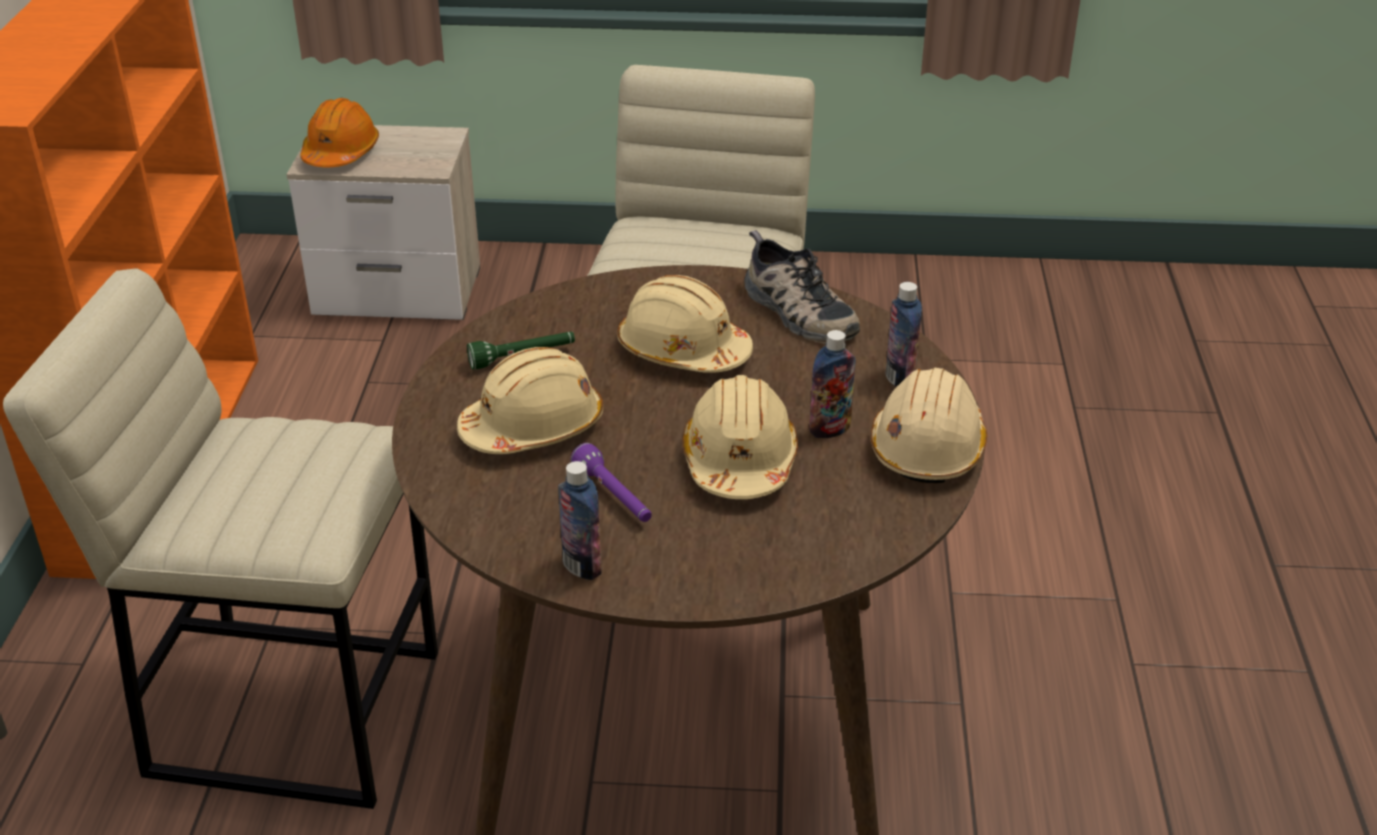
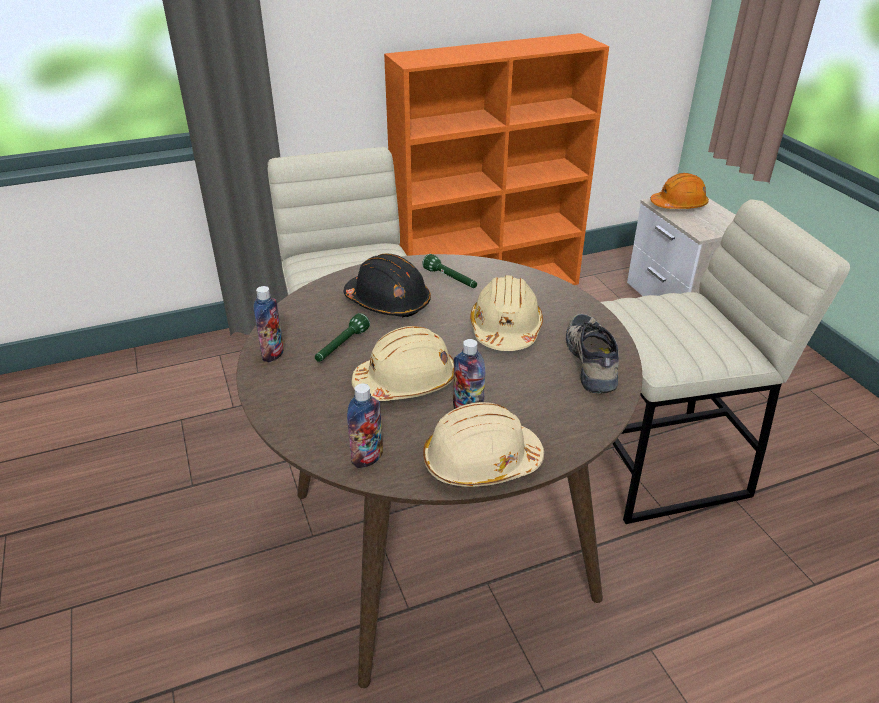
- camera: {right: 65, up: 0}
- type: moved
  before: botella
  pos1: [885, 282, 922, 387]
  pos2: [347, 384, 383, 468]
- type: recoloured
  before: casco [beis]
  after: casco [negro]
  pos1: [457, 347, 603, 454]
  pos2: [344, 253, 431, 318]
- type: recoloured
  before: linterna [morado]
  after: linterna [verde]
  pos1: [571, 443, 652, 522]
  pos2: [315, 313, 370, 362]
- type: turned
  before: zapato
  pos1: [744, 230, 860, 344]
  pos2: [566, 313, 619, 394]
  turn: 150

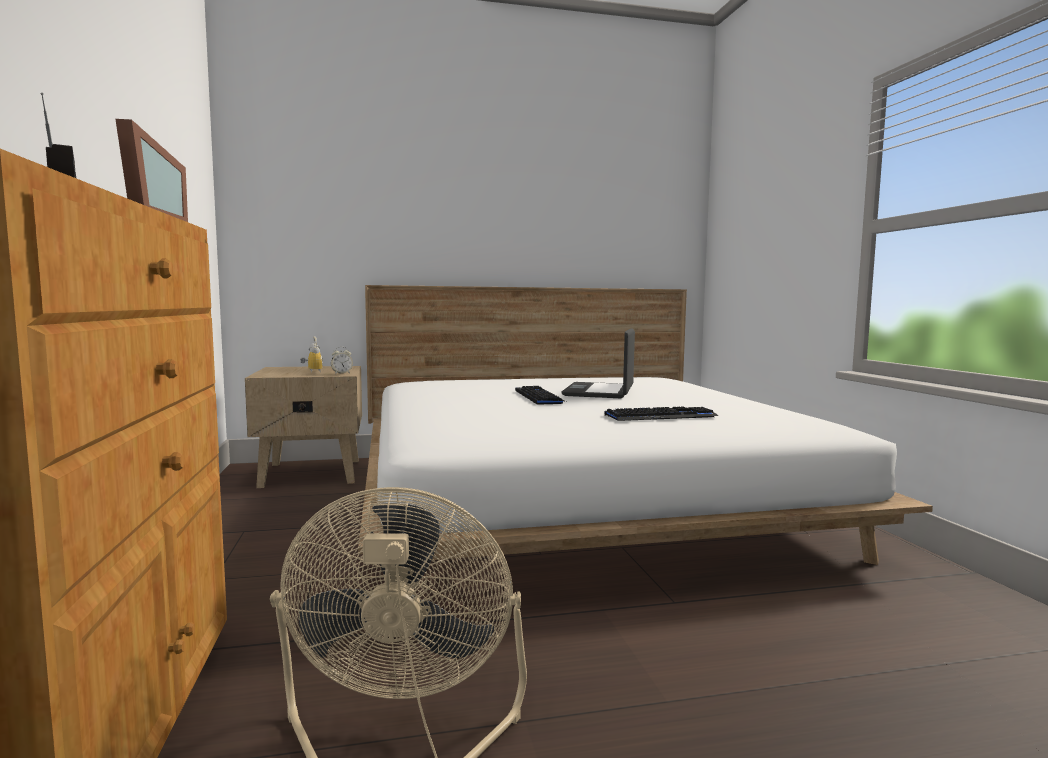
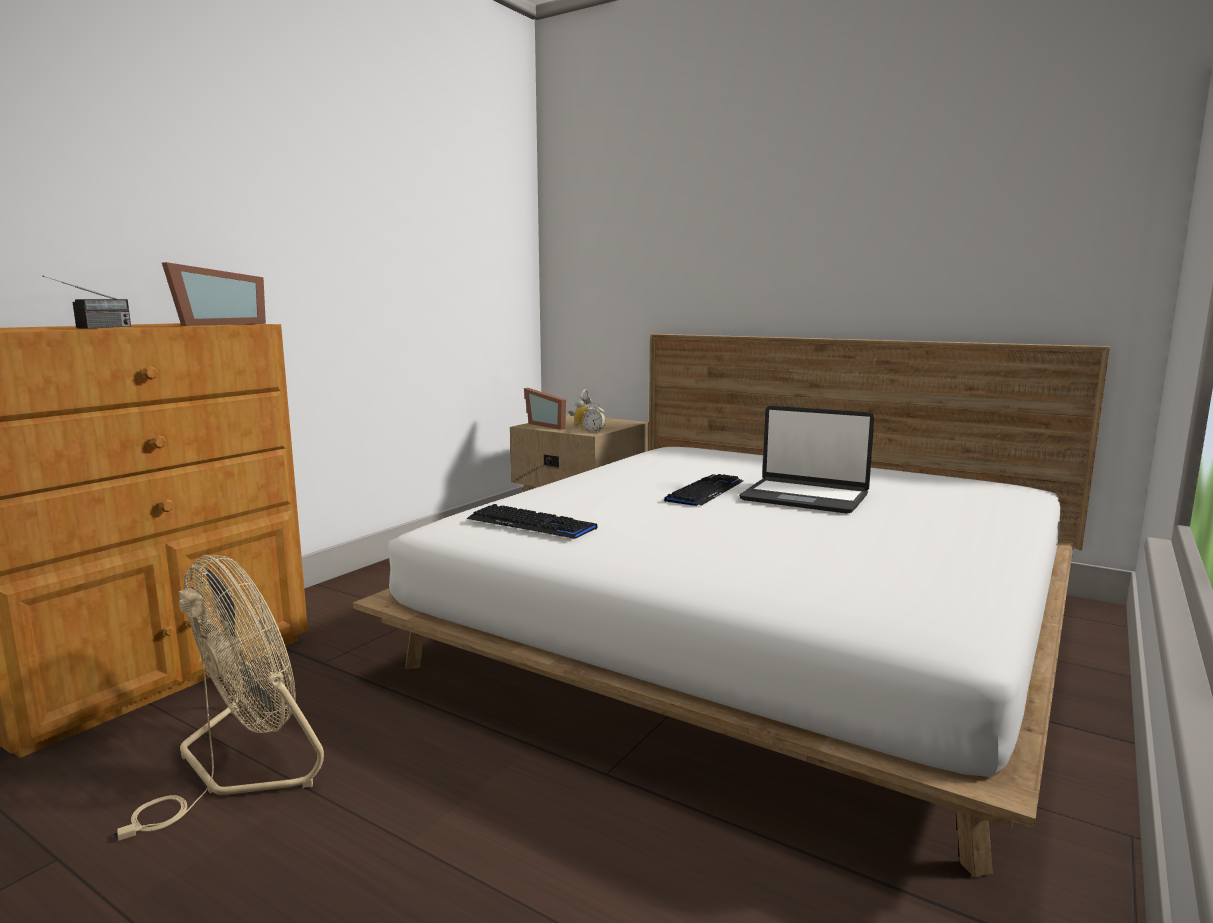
- camera: {right: 45, up: 5}
- type: added
  after: portarretratos
  pos2: [524, 388, 566, 430]
- type: moved
  before: teclado
  pos1: [604, 406, 718, 421]
  pos2: [467, 504, 597, 539]
- type: turned
  before: portátil
  pos1: [561, 328, 635, 398]
  pos2: [739, 406, 874, 514]
  turn: -120

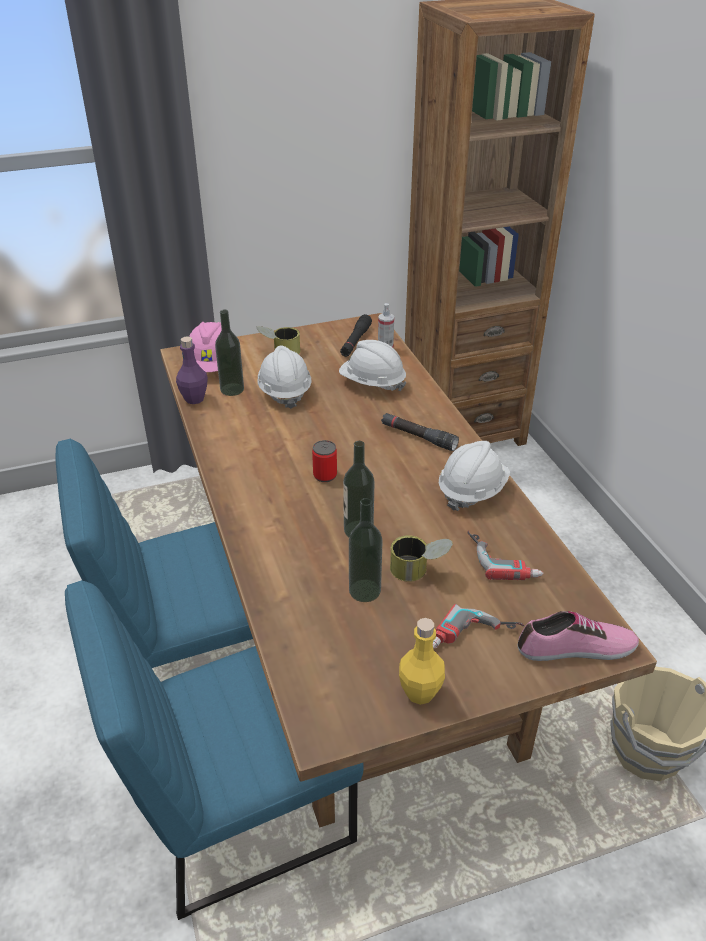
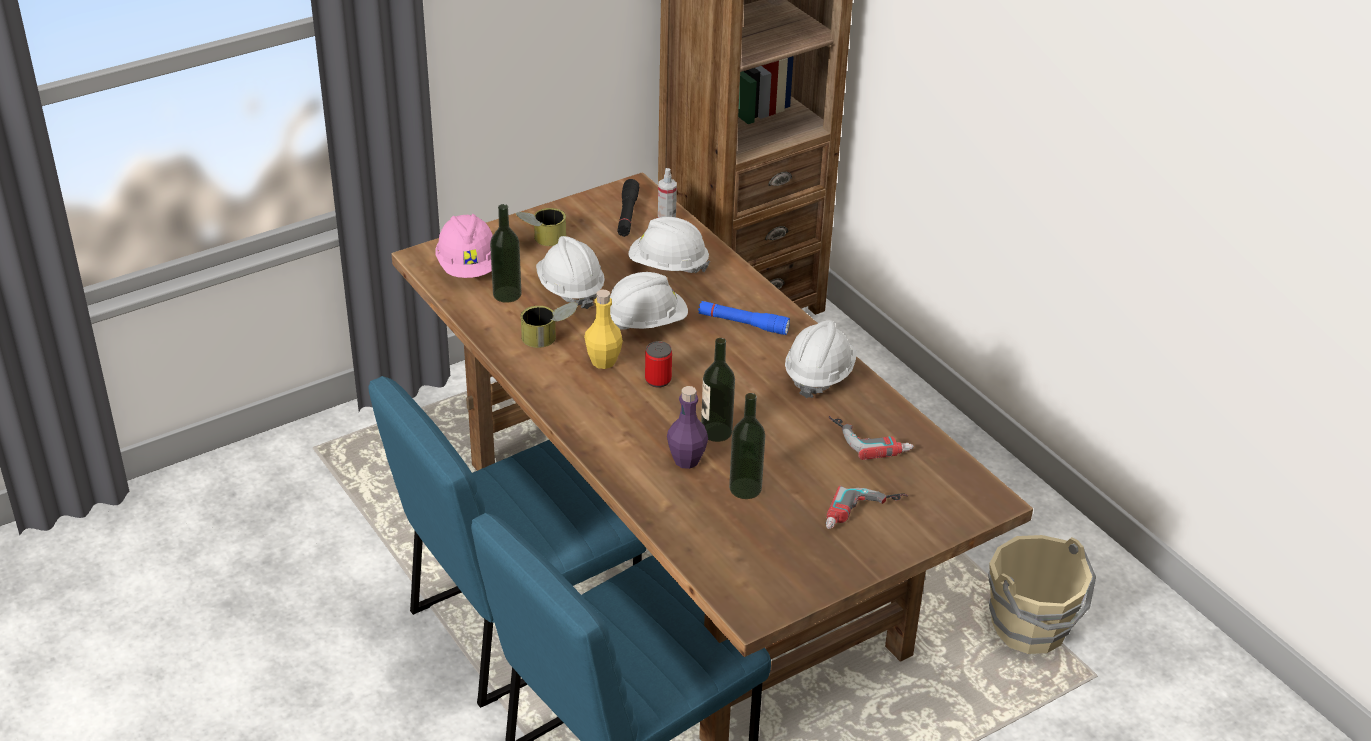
- camera: {right: -15, up: 0}
- type: removed
  before: zapato
  pos1: [518, 611, 639, 661]
- type: added
  after: casco [blanco]
  pos2: [610, 272, 688, 330]
- type: moved
  before: botella [morado]
  pos1: [176, 336, 208, 404]
  pos2: [667, 386, 708, 469]
- type: moved
  before: lata
  pos1: [390, 535, 453, 582]
  pos2: [520, 302, 578, 348]
- type: moved
  before: botella [amarillo]
  pos1: [399, 618, 445, 705]
  pos2: [584, 290, 623, 369]
- type: recoloured
  before: linterna [negro]
  after: linterna [azul]
  pos1: [381, 413, 459, 451]
  pos2: [698, 301, 790, 335]

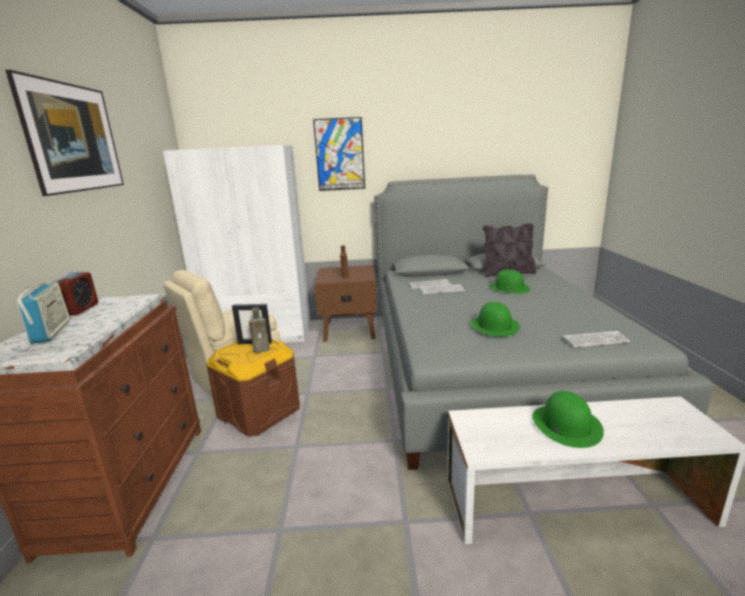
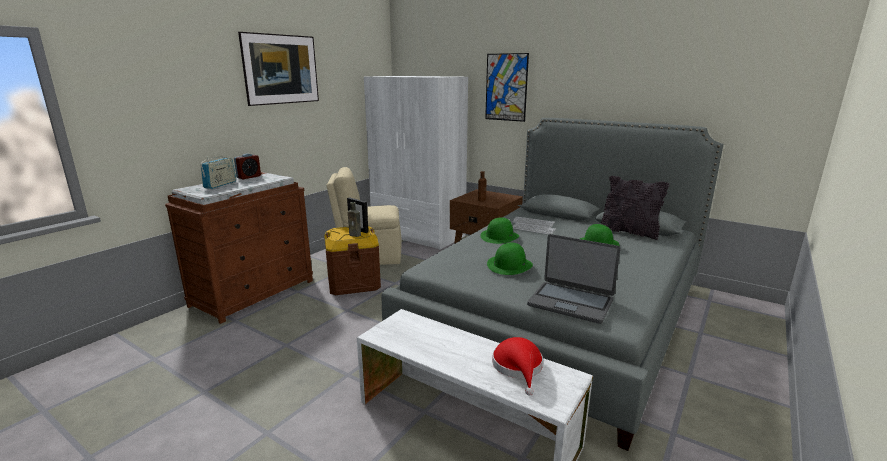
- camera: {right: 35, up: 0}
- type: added
  after: sombrero [rojo]
  pos2: [492, 337, 543, 396]
- type: moved
  before: sombrero [verde]
  pos1: [532, 391, 604, 448]
  pos2: [480, 217, 519, 244]
- type: replaced
  before: teclado
  after: portátil
  pos1: [562, 331, 630, 347]
  pos2: [527, 234, 620, 324]

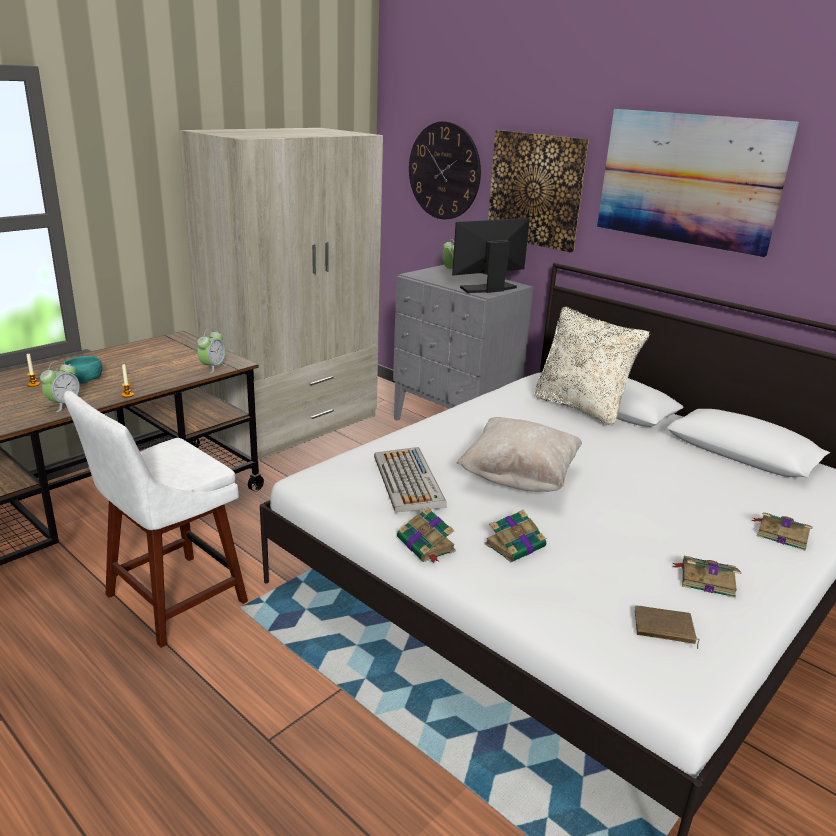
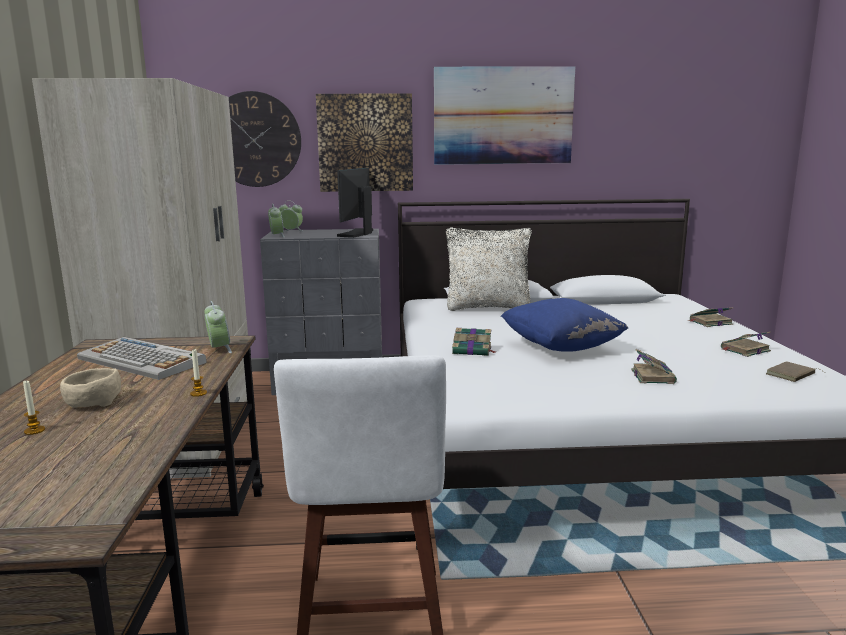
- camera: {right: -45, up: -10}
- type: moved
  before: despertador
  pos1: [40, 361, 80, 412]
  pos2: [268, 204, 284, 237]
- type: moved
  before: teclado
  pos1: [374, 447, 446, 512]
  pos2: [77, 337, 207, 380]
- type: moved
  before: libro
  pos1: [397, 507, 456, 563]
  pos2: [452, 328, 497, 356]
- type: recoloured
  before: cuenco [turquesa]
  after: cuenco [beis]
  pos1: [63, 356, 103, 383]
  pos2: [60, 368, 121, 408]
- type: recoloured
  before: cojín [beis]
  after: cojín [azul]
  pos1: [456, 417, 582, 492]
  pos2: [501, 298, 628, 352]

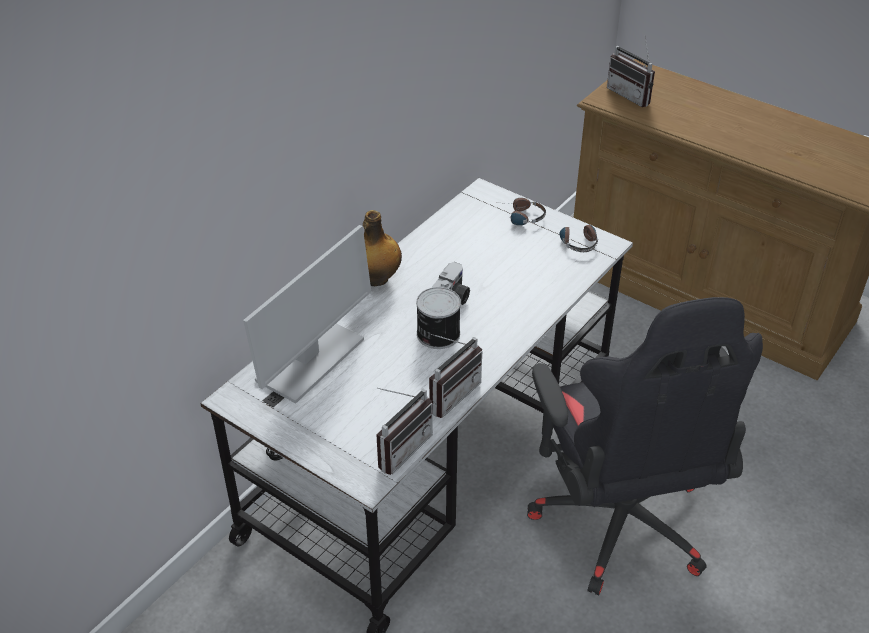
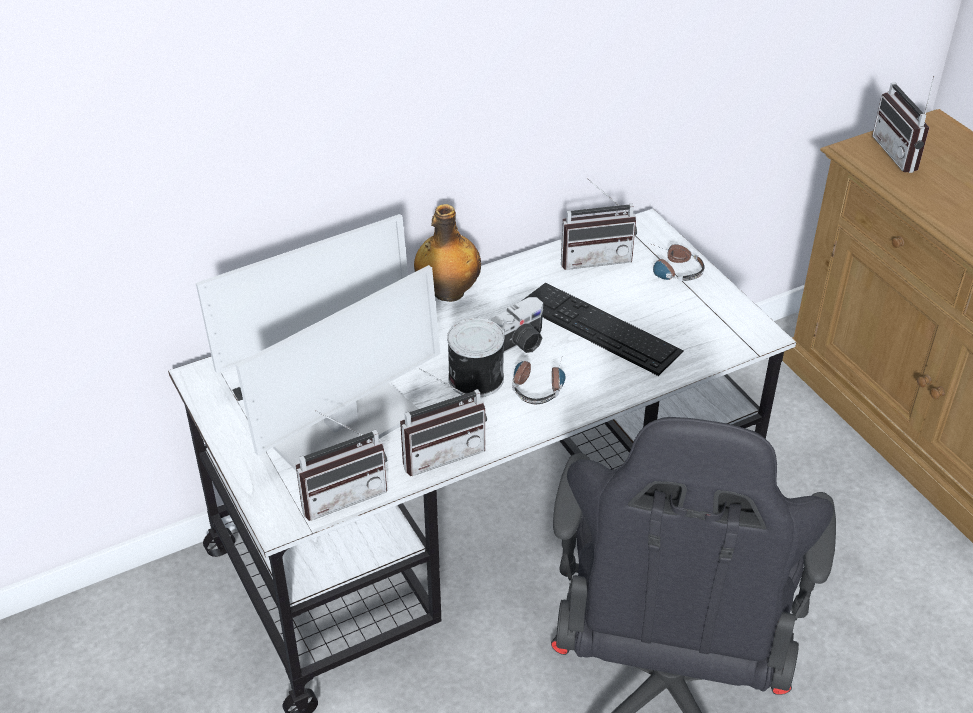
- camera: {right: 25, up: 0}
- type: added
  after: monitor
  pos2: [235, 265, 440, 472]
- type: added
  after: teclado
  pos2: [523, 283, 684, 376]
- type: added
  after: radio
  pos2: [561, 178, 637, 270]
- type: moved
  before: auriculares
  pos1: [559, 220, 598, 252]
  pos2: [512, 355, 566, 404]

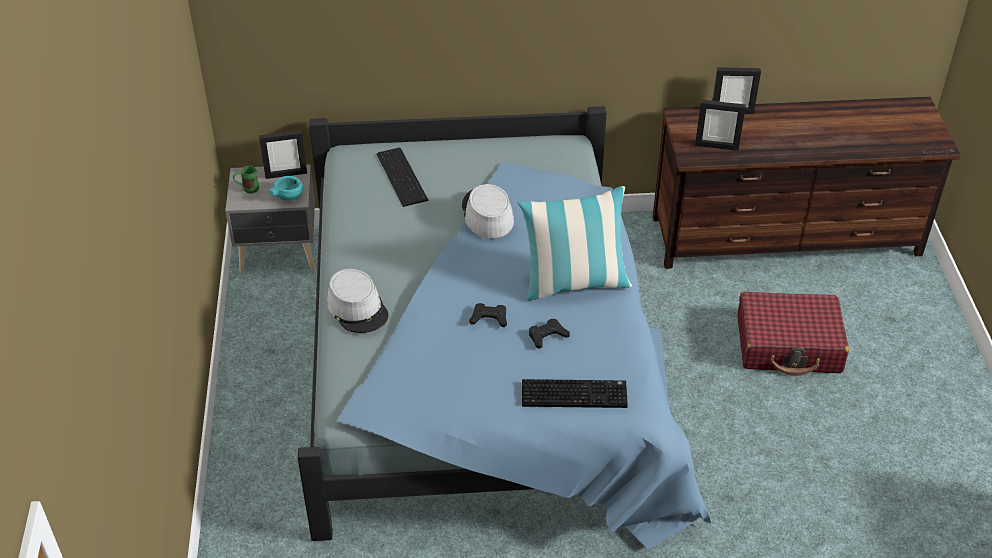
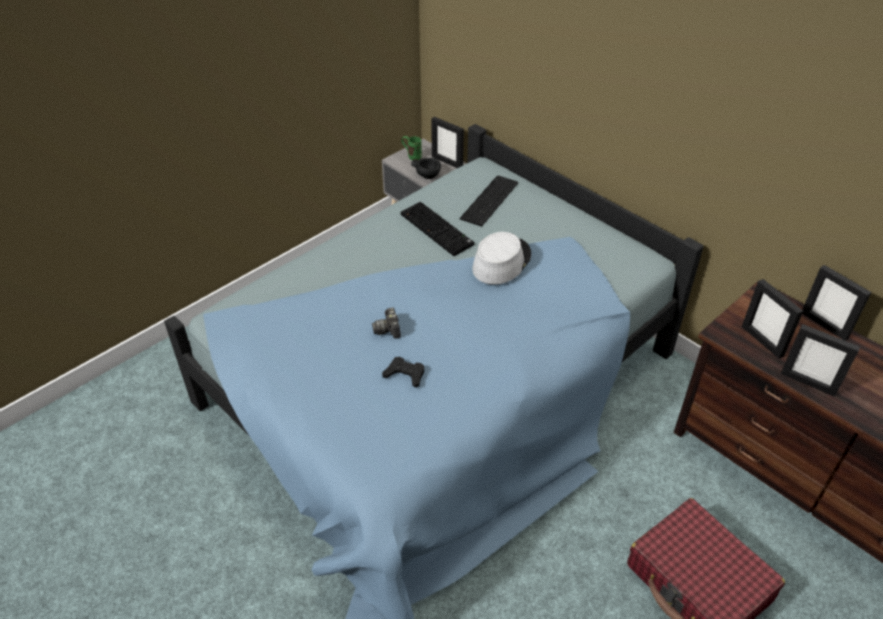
- camera: {right: 50, up: 0}
- type: removed
  before: sombrero [gris]
  pos1: [327, 269, 389, 333]
- type: removed
  before: cojín
  pos1: [518, 186, 632, 301]
- type: added
  after: portarretratos
  pos2: [781, 324, 860, 397]
- type: moved
  before: teclado
  pos1: [522, 379, 628, 408]
  pos2: [401, 202, 474, 256]
- type: replaced
  before: mando de consola [negro]
  after: cámara
  pos1: [469, 303, 507, 327]
  pos2: [372, 307, 401, 339]
- type: recoloured
  before: cuenco [turquesa]
  after: cuenco [negro]
  pos1: [269, 176, 303, 201]
  pos2: [411, 158, 441, 179]

